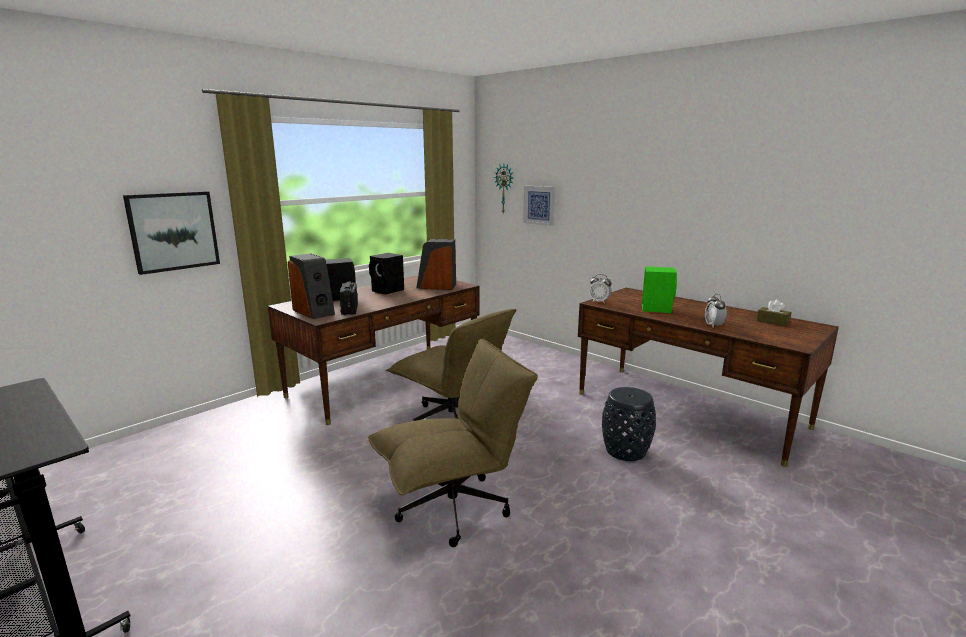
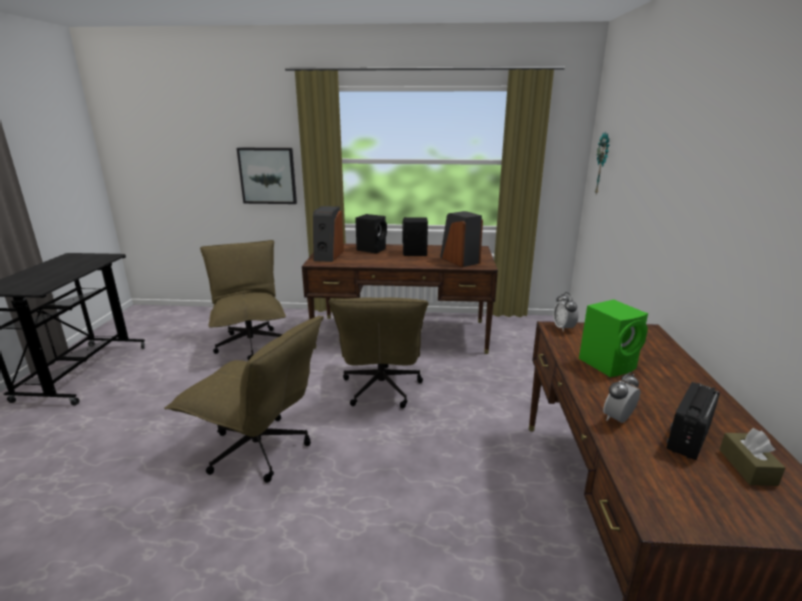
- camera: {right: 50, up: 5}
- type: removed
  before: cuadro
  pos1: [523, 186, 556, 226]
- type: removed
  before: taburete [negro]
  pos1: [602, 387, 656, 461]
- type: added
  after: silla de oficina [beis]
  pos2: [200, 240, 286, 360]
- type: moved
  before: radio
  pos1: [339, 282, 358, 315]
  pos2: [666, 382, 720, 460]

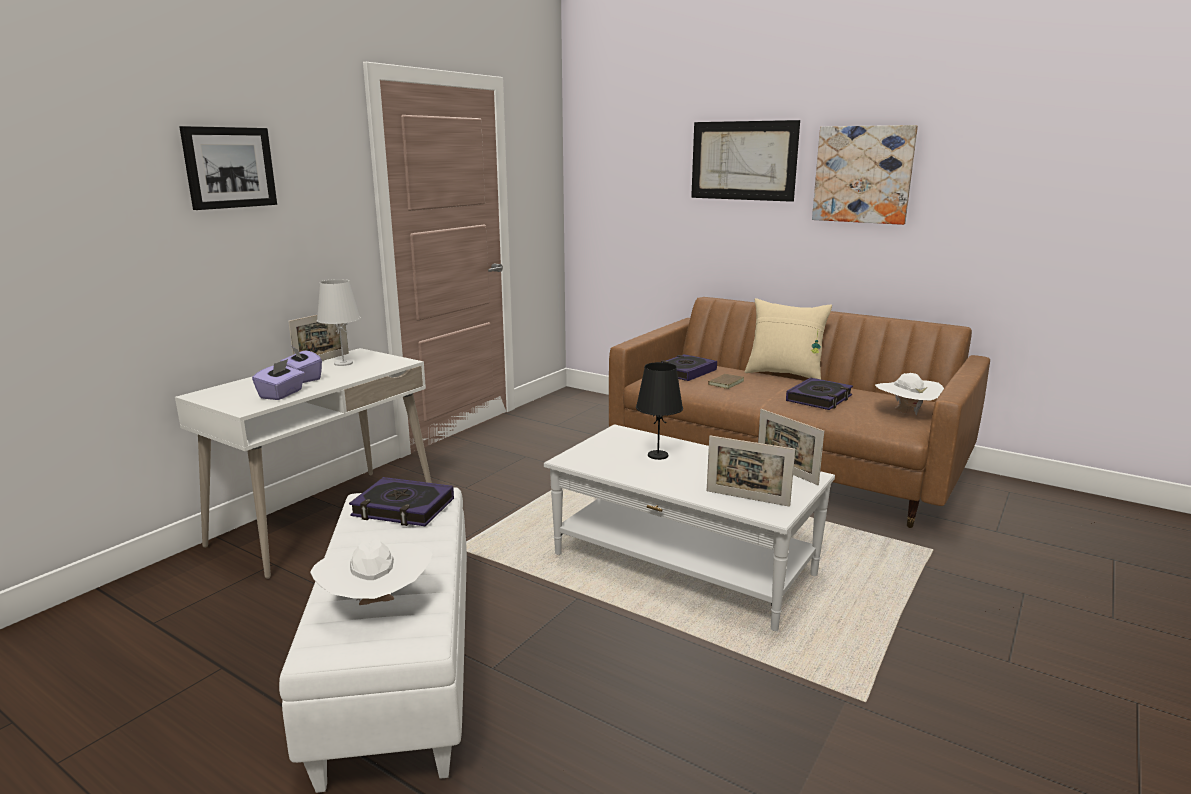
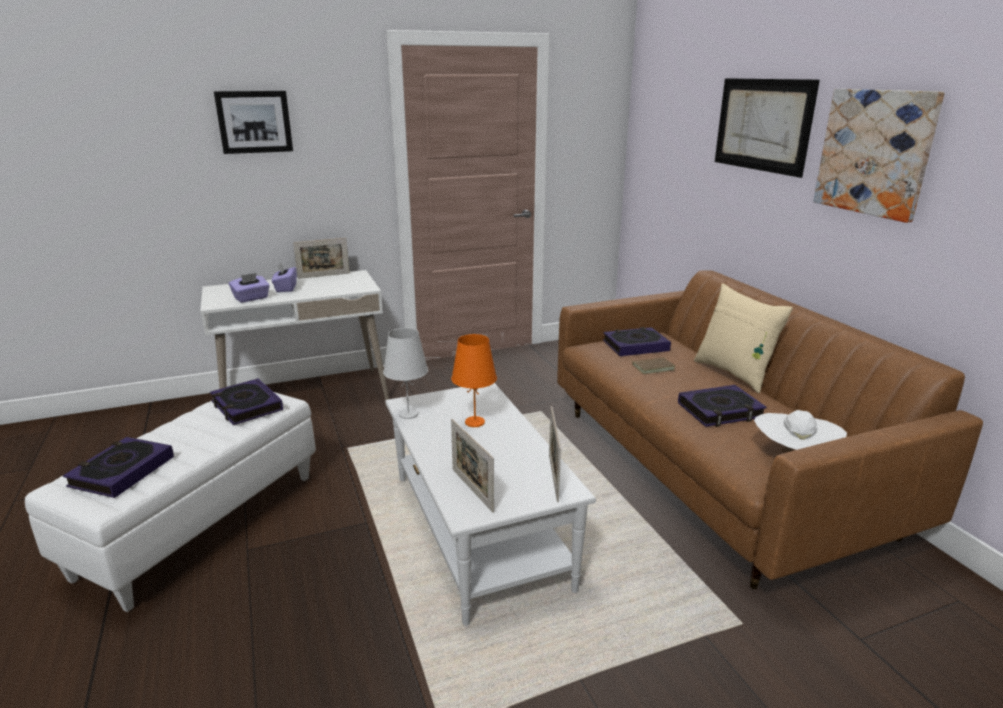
- camera: {right: 35, up: 5}
- type: moved
  before: lámpara de mesa [blanco]
  pos1: [317, 279, 360, 366]
  pos2: [383, 328, 428, 419]
- type: replaced
  before: sombrero [blanco]
  after: libro
  pos1: [310, 540, 433, 605]
  pos2: [63, 437, 174, 498]
- type: recoloured
  before: lámpara de mesa [negro]
  after: lámpara de mesa [naranja]
  pos1: [636, 362, 683, 460]
  pos2: [451, 334, 497, 427]

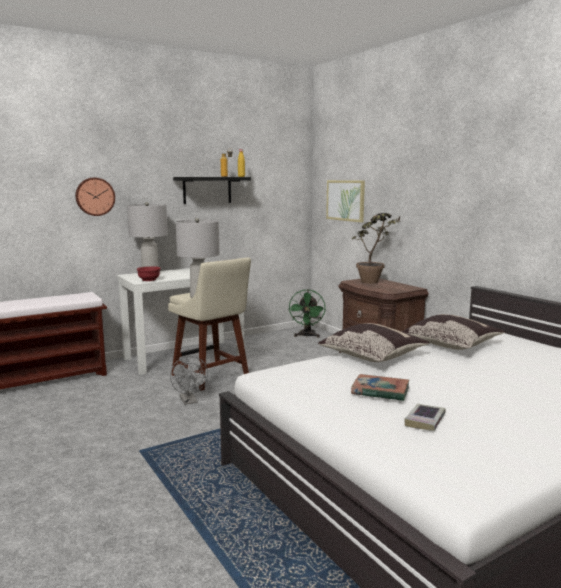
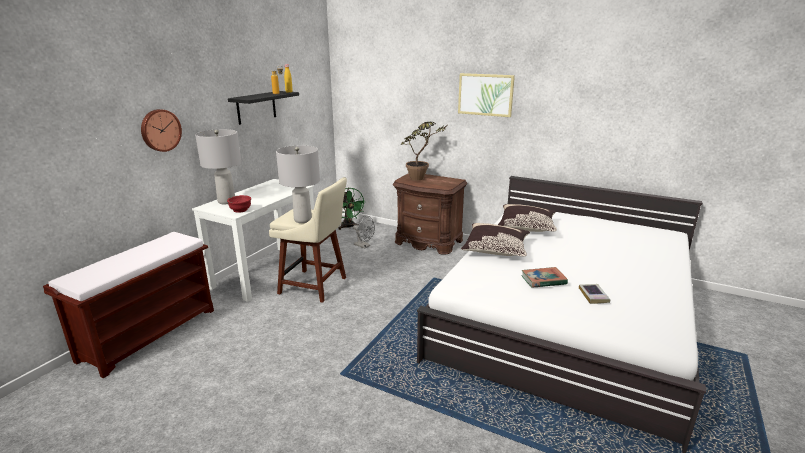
- camera: {right: -30, up: 10}
- type: moved
  before: ventilador [gris]
  pos1: [170, 356, 208, 405]
  pos2: [353, 216, 375, 248]
- type: moved
  before: cuadro
  pos1: [326, 180, 365, 222]
  pos2: [458, 73, 515, 117]

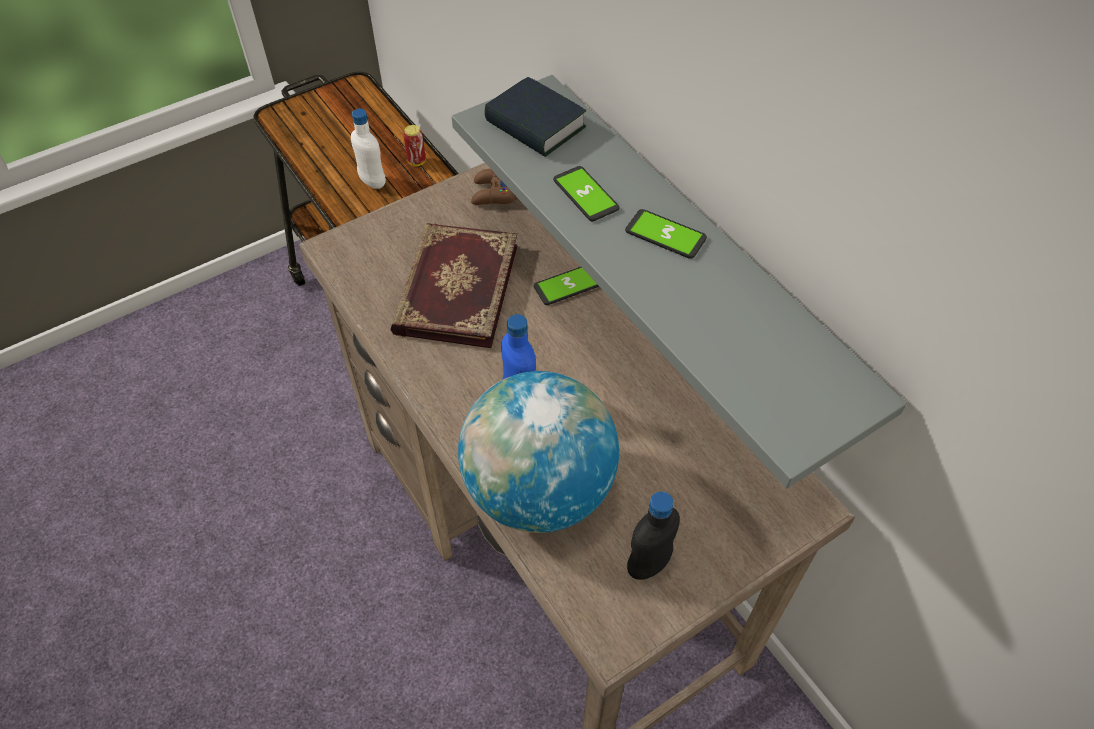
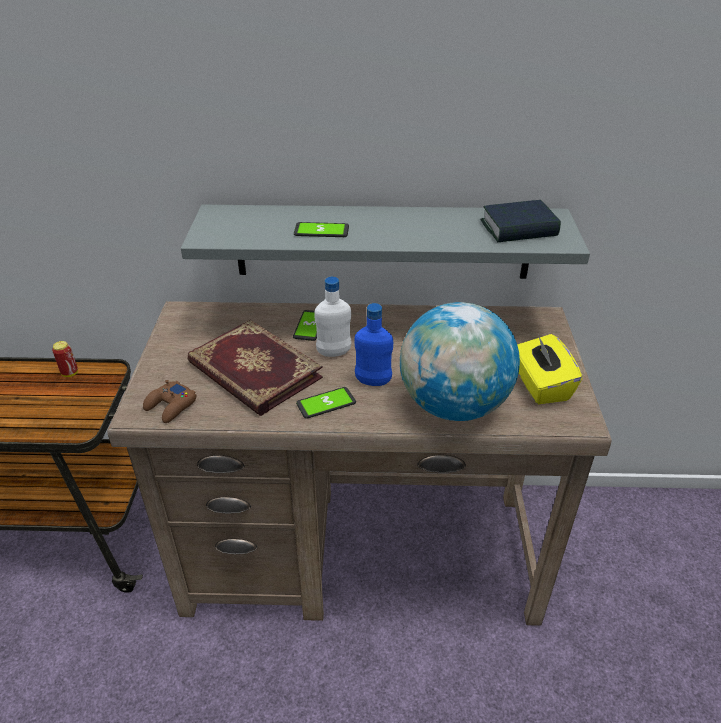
- camera: {right: -55, up: -15}
- type: moved
  before: botella [blanco]
  pos1: [351, 109, 386, 189]
  pos2: [314, 277, 352, 357]
- type: moved
  before: mando de consola [marrón]
  pos1: [471, 169, 517, 205]
  pos2: [143, 380, 197, 423]
- type: moved
  before: libro
  pos1: [484, 77, 586, 157]
  pos2: [481, 200, 561, 242]
- type: moved
  before: móvil
  pos1: [625, 209, 707, 259]
  pos2: [296, 387, 356, 419]
- type: replaced
  before: botella [negro]
  after: caja de pañuelos [amarillo]
  pos1: [627, 492, 680, 580]
  pos2: [517, 334, 582, 404]

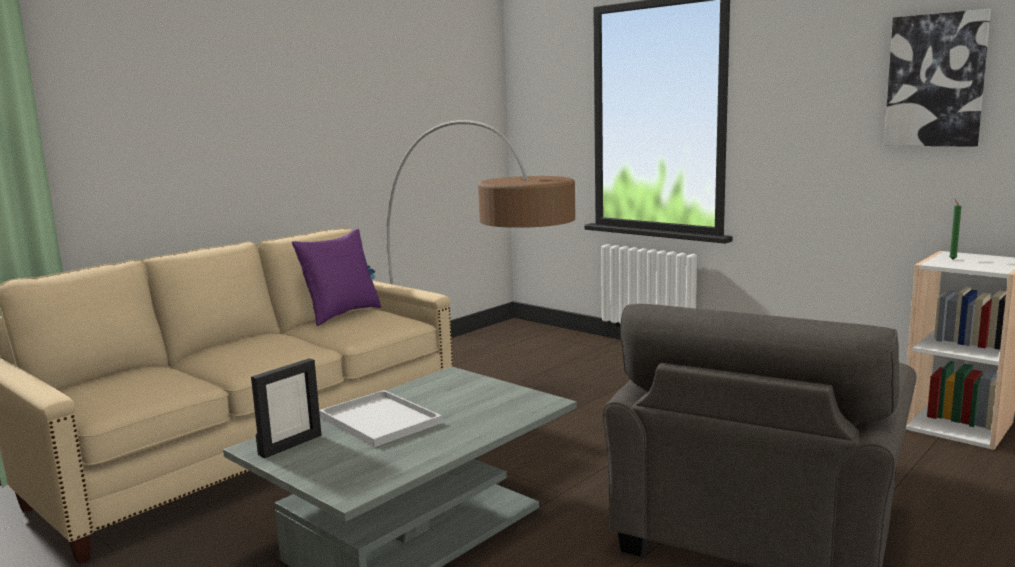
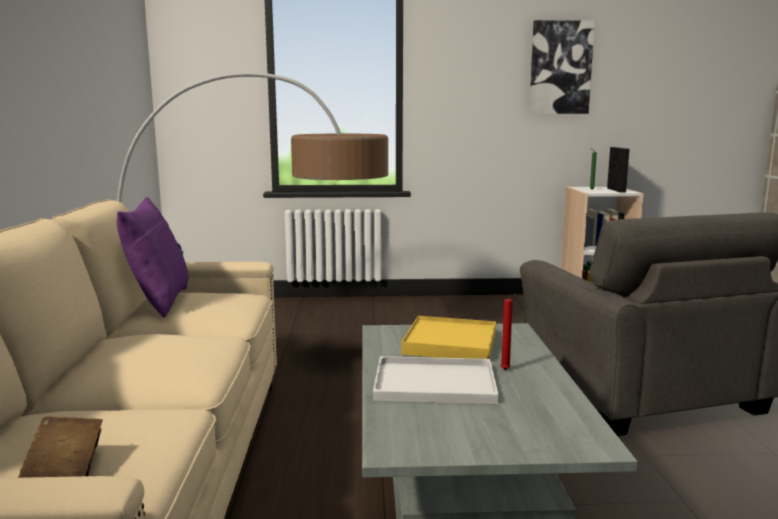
- camera: {right: -45, up: 0}
- type: added
  after: libro [marrón]
  pos2: [18, 417, 103, 478]
- type: added
  after: bandeja [amarillo]
  pos2: [401, 316, 496, 359]
- type: added
  after: vela [rojo]
  pos2: [500, 293, 517, 370]
- type: moved
  before: portarretratos
  pos1: [251, 358, 321, 458]
  pos2: [607, 147, 630, 193]

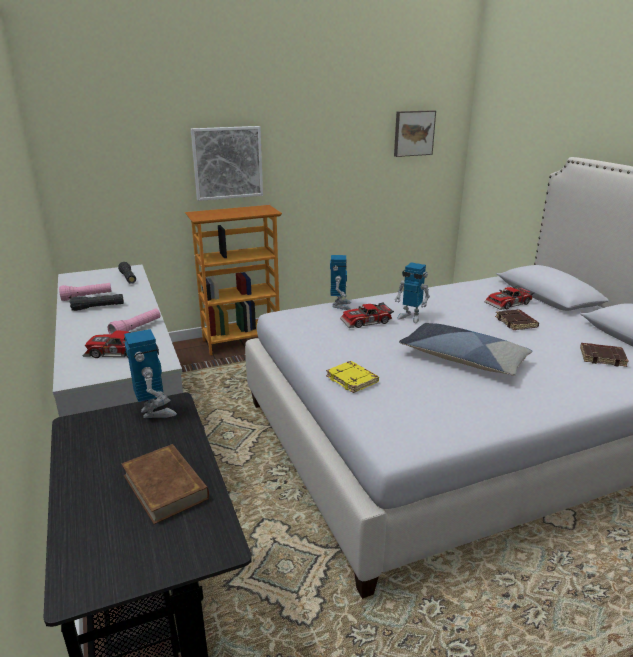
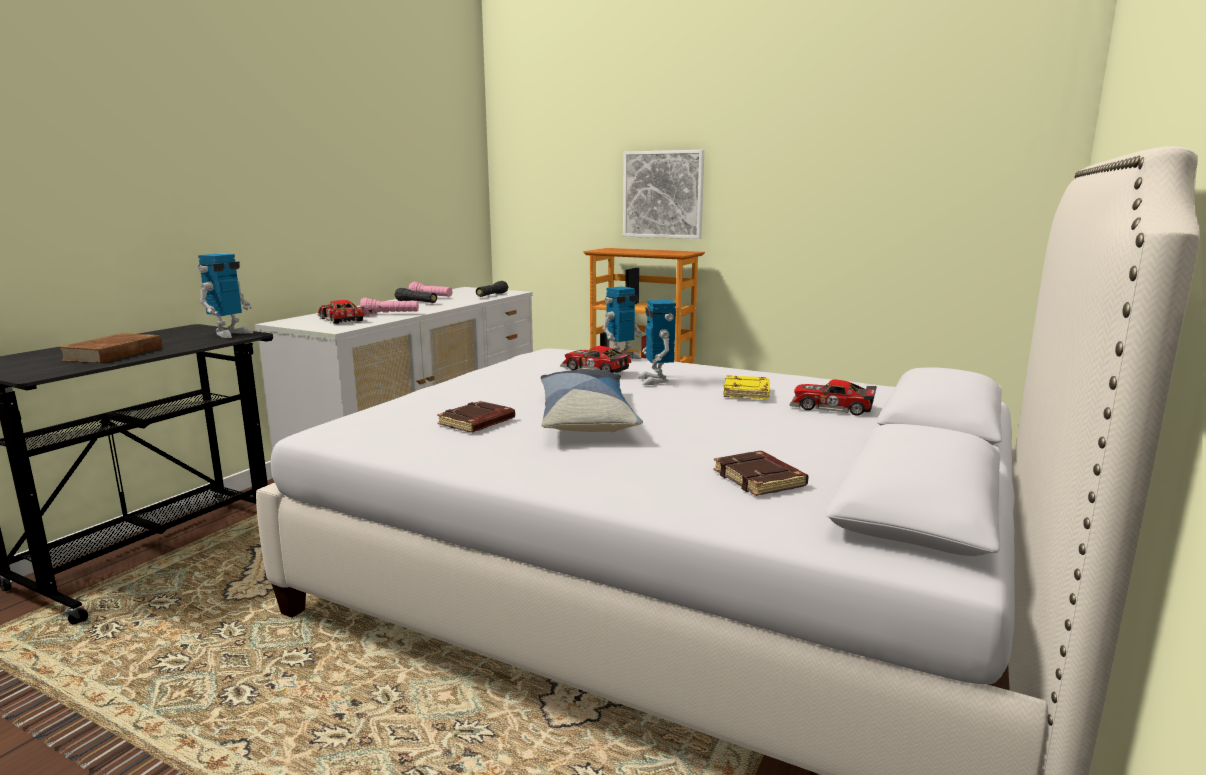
- camera: {right: 50, up: -10}
- type: removed
  before: cuadro
  pos1: [394, 110, 436, 157]
- type: moved
  before: libro [amarillo]
  pos1: [326, 361, 379, 393]
  pos2: [723, 375, 770, 399]
- type: moved
  before: libro [marrón]
  pos1: [495, 309, 539, 330]
  pos2: [437, 401, 515, 433]

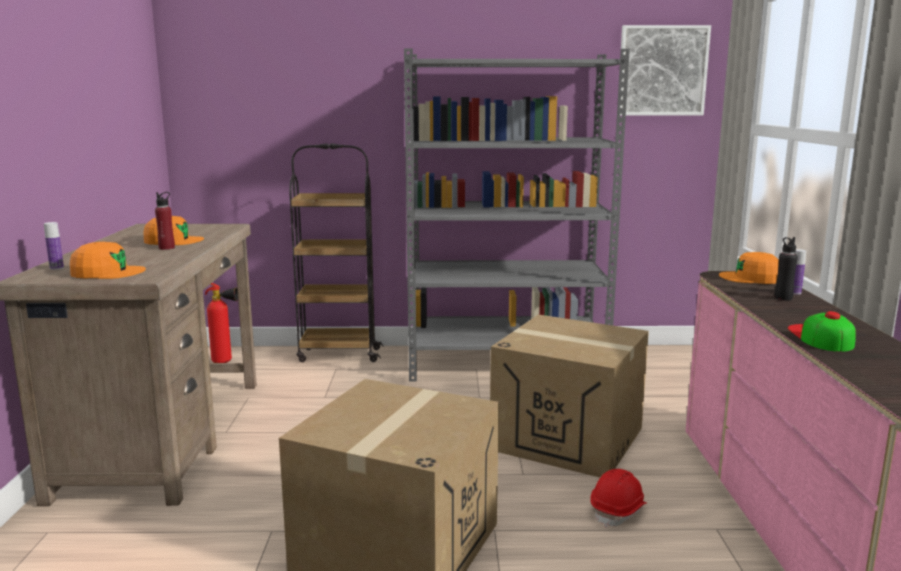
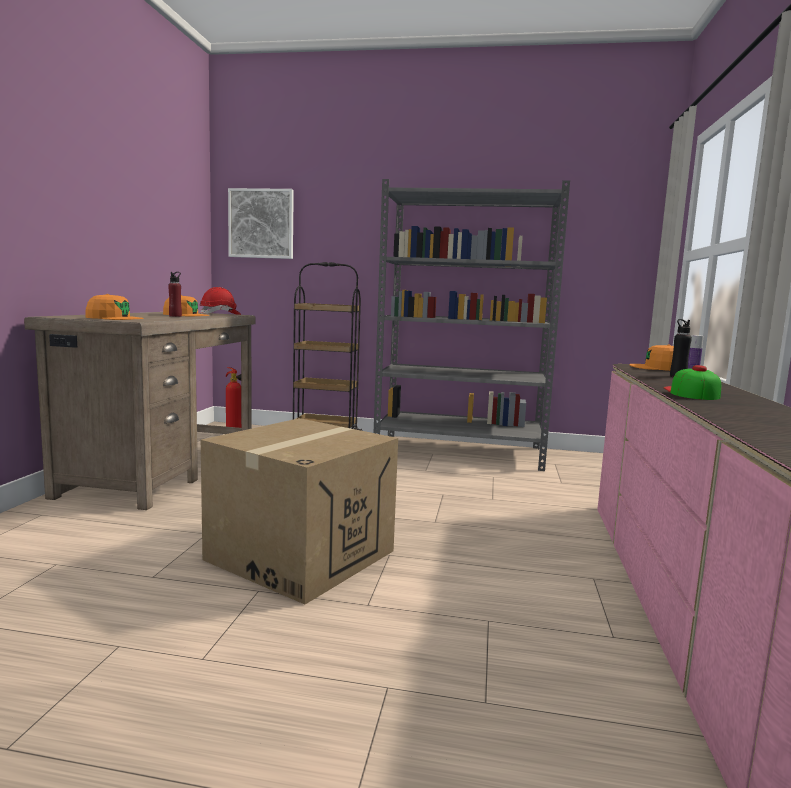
- camera: {right: 10, up: -5}
- type: removed
  before: botella
  pos1: [44, 222, 64, 270]
- type: removed
  before: caja de cartón
  pos1: [490, 314, 649, 477]
- type: moved
  before: casco [rojo]
  pos1: [590, 469, 647, 528]
  pos2: [200, 287, 241, 315]
- type: moved
  before: cuadro
  pos1: [620, 25, 711, 116]
  pos2: [228, 188, 294, 259]

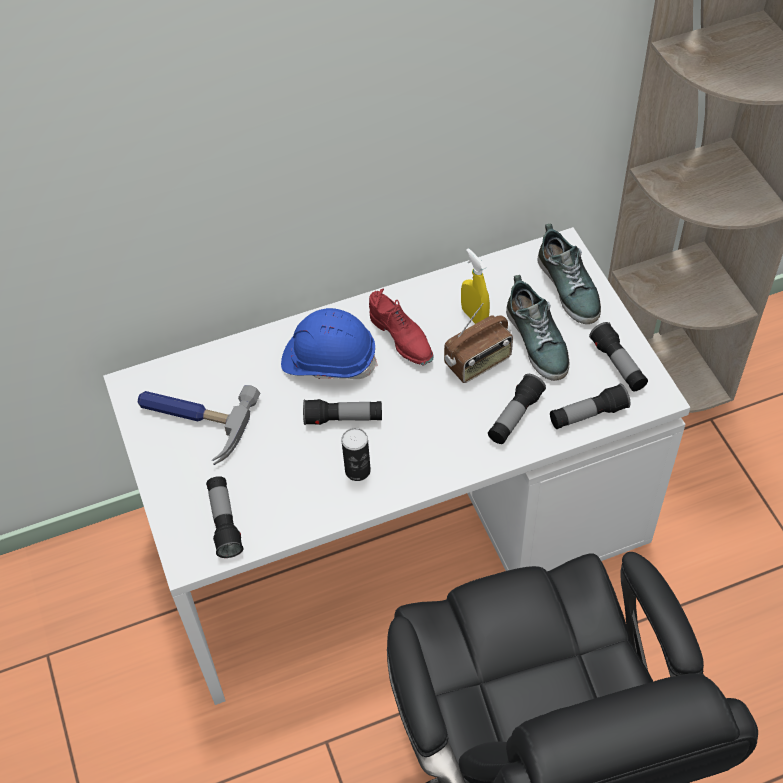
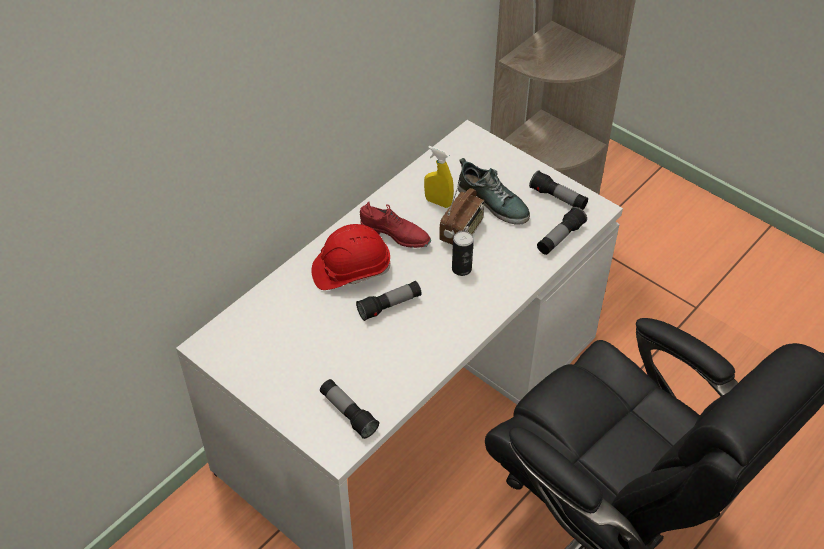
- camera: {right: -30, up: -5}
- type: removed
  before: martillo
  pos1: [138, 385, 260, 465]
- type: removed
  before: linterna
  pos1: [488, 374, 546, 444]
- type: removed
  before: zapato
  pos1: [538, 223, 601, 324]
- type: moved
  before: lata
  pos1: [341, 428, 371, 481]
  pos2: [452, 231, 474, 276]
- type: recoloured
  before: casco [azul]
  after: casco [rojo]
  pos1: [281, 308, 378, 379]
  pos2: [312, 224, 391, 290]

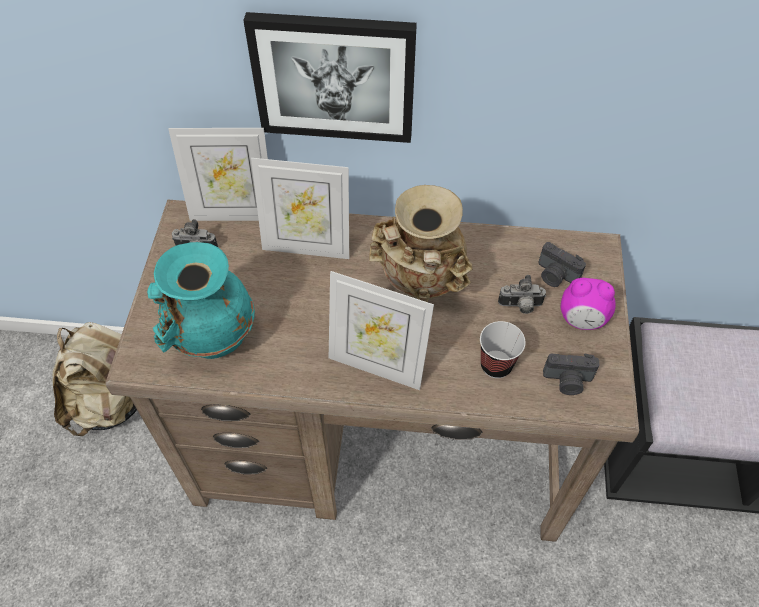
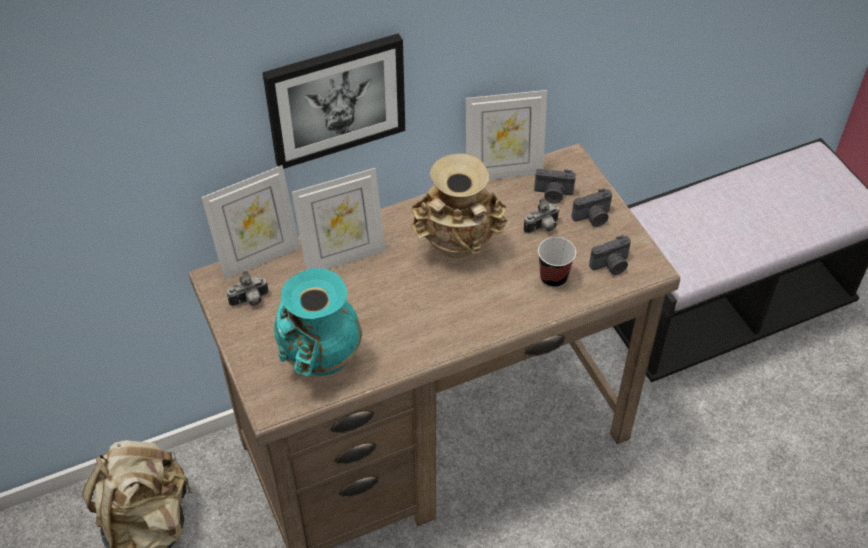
- camera: {right: -30, up: -5}
- type: moved
  before: portarretratos
  pos1: [329, 271, 434, 390]
  pos2: [466, 90, 547, 180]
- type: replaced
  before: despertador
  after: cámara
  pos1: [561, 278, 616, 330]
  pos2: [572, 188, 612, 227]

